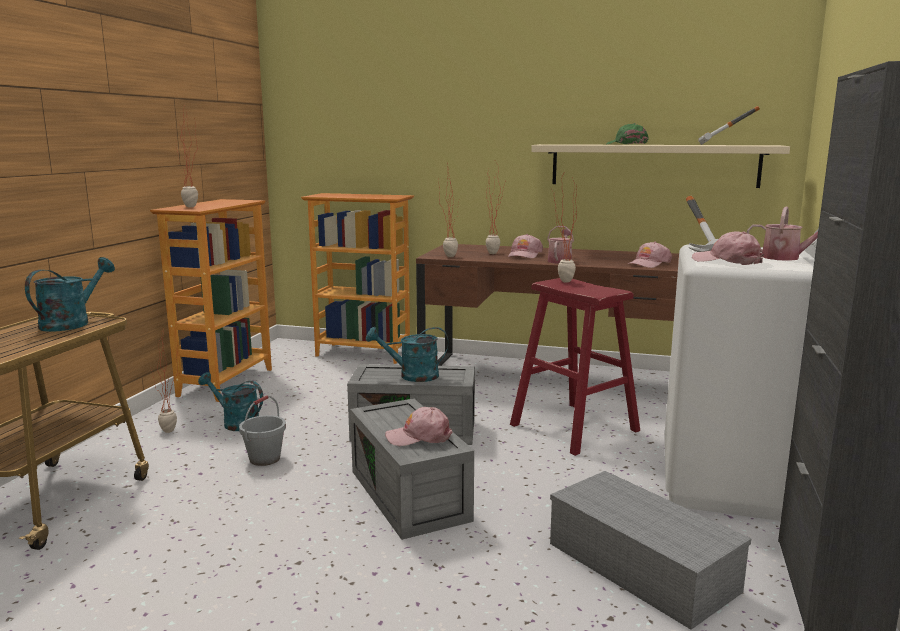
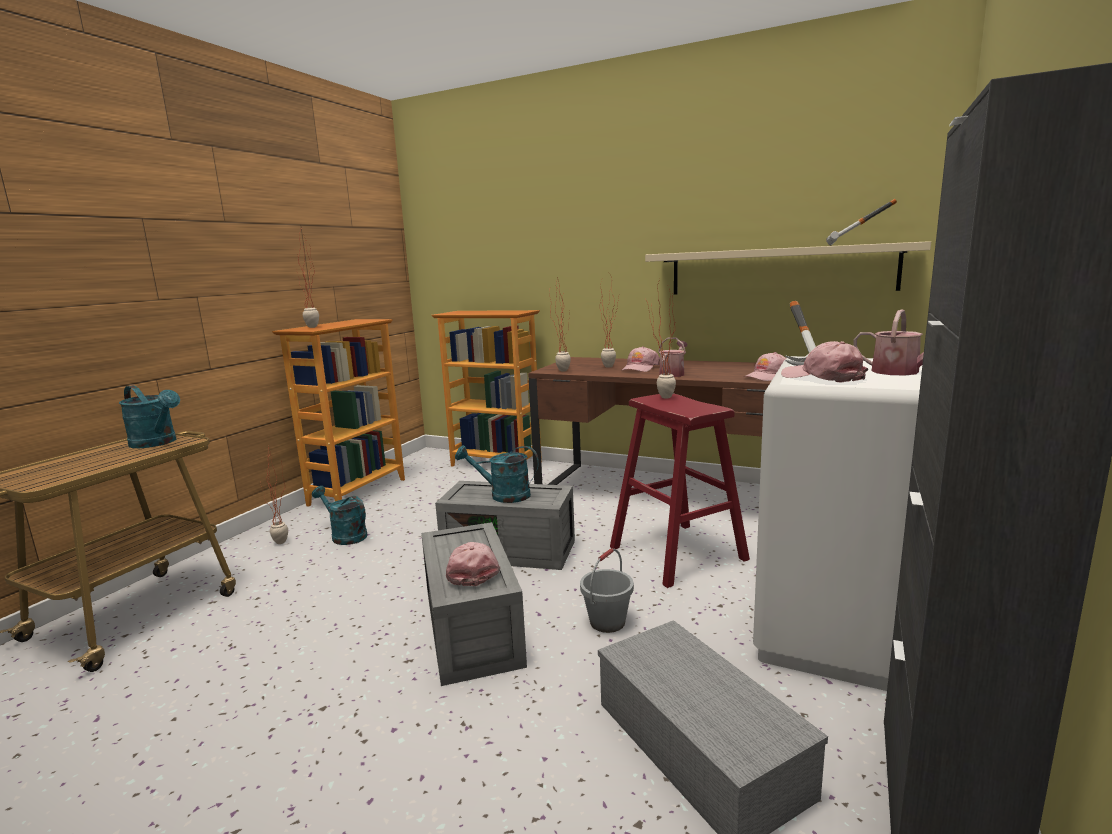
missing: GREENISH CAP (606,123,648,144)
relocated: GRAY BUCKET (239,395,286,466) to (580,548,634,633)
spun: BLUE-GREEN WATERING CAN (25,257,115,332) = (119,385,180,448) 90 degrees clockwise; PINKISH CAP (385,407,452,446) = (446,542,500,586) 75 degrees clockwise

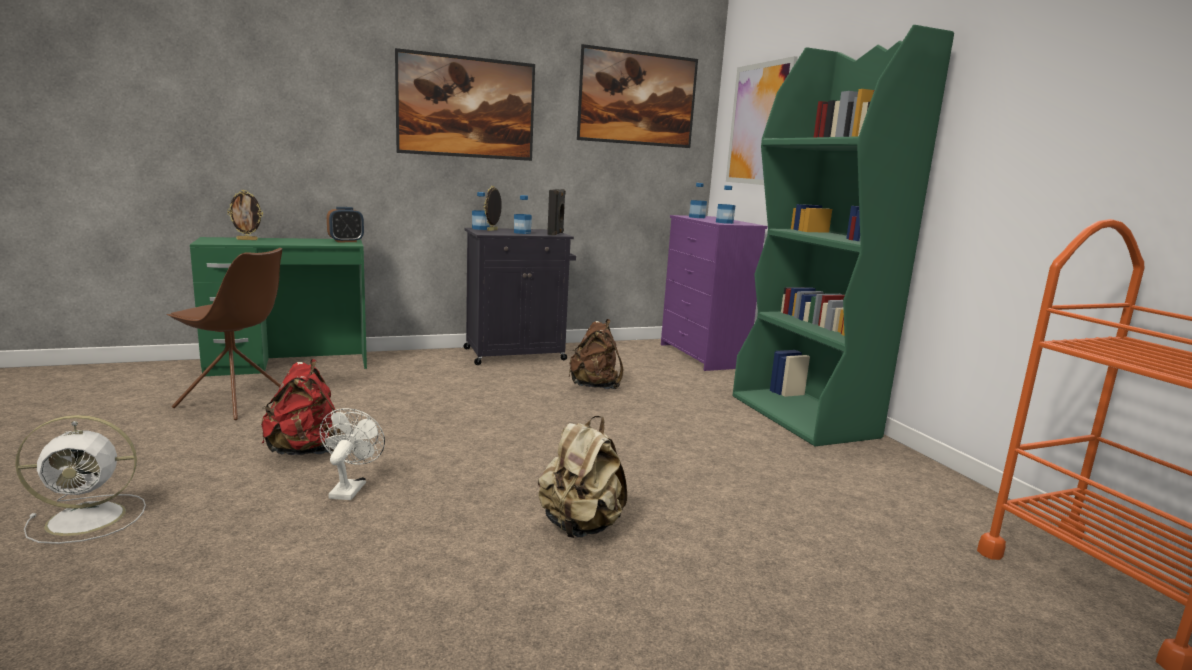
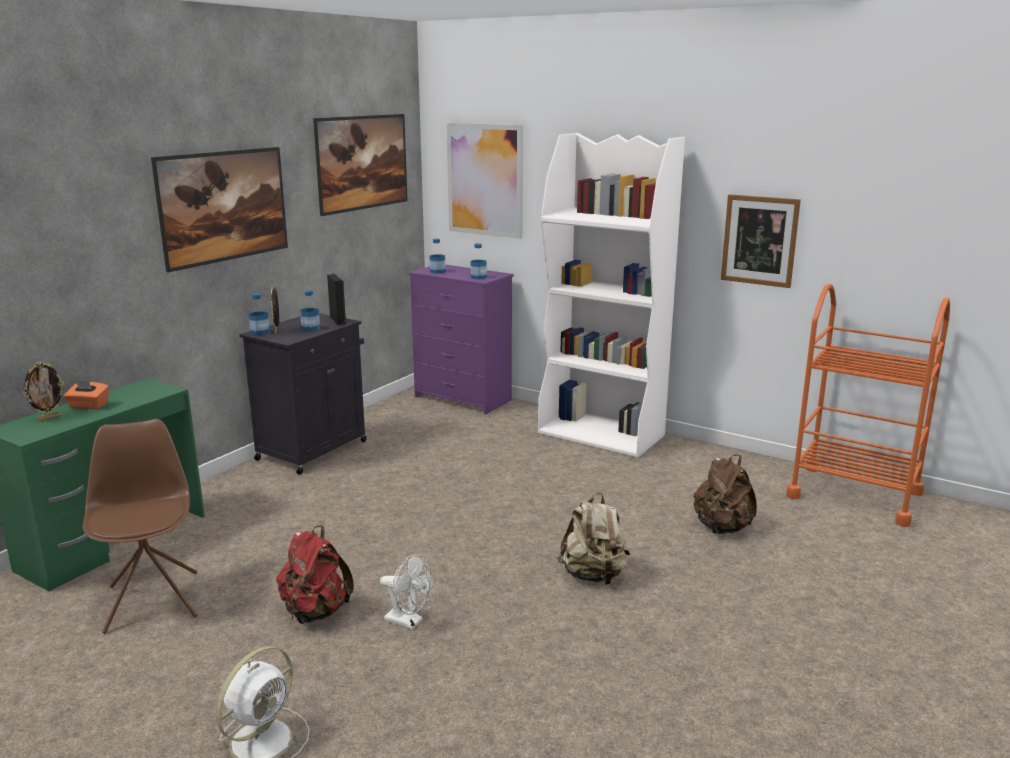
missing: TABLE CLOCK (327,207,364,242)
appeared: ORANGE BOX OF TISSUES (64,380,109,409); WALL ART (721,194,801,288)
relocated: BROWN RUCKSACK (568,319,623,389) to (694,455,757,534)
colour: GREENISH BOOKCASE (733,25,954,446) to WHITE BOOKCASE (538,133,685,458)
spun: BROWN UPRIGHT CHAIR (166,248,282,420) = (83,419,197,634) 90 degrees counterclockwise; WHITE ELECTRIC FAN (320,408,385,500) = (380,554,433,629) 150 degrees clockwise

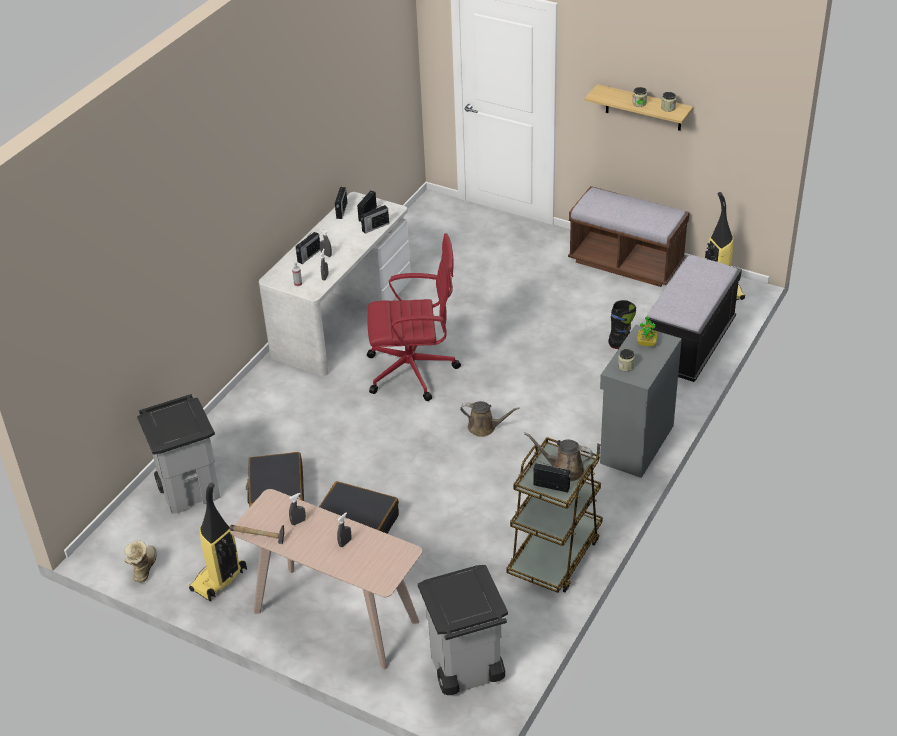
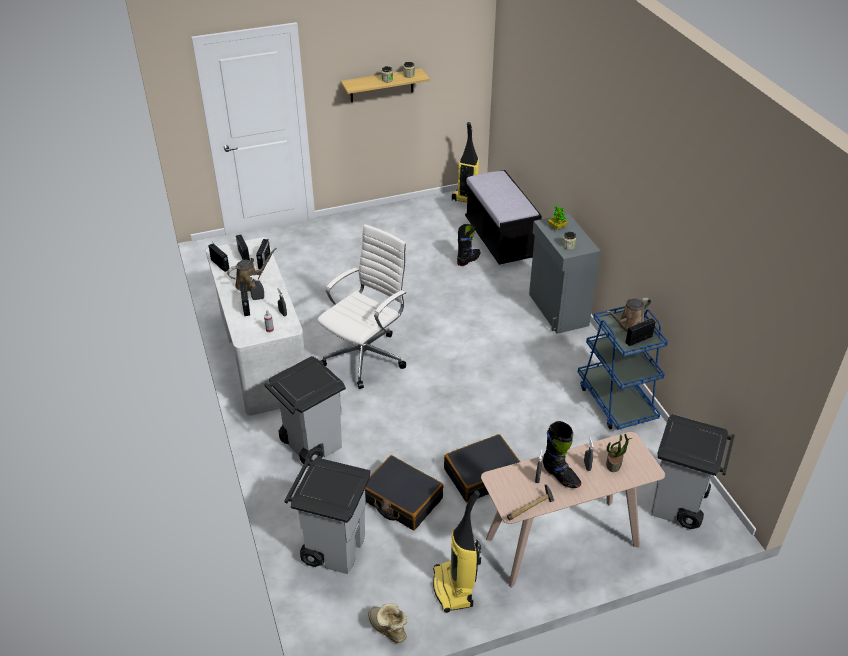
missing: BROWN LONG SEAT (568,186,690,287)
appeared: GRAY RUBBISH BIN (264,356,346,464); BLACK-COLOURED HIGH-TOP BOOT (543,421,581,488); POTTED PLANT (606,434,632,472)
relocated: BROWN WATERING CAN (460,401,520,437) to (227,248,277,291)
colour: REDDISH DESK CHAIR (367,233,461,401) to WHITE DESK CHAIR (317,224,407,389); BROWN TROLLEY (506,437,603,593) to BLUE-COLOURED TROLLEY (578,306,668,430)

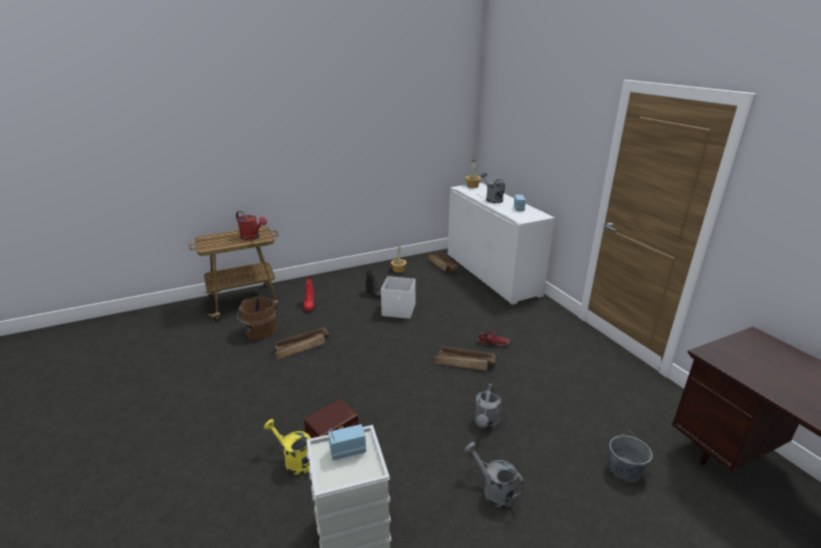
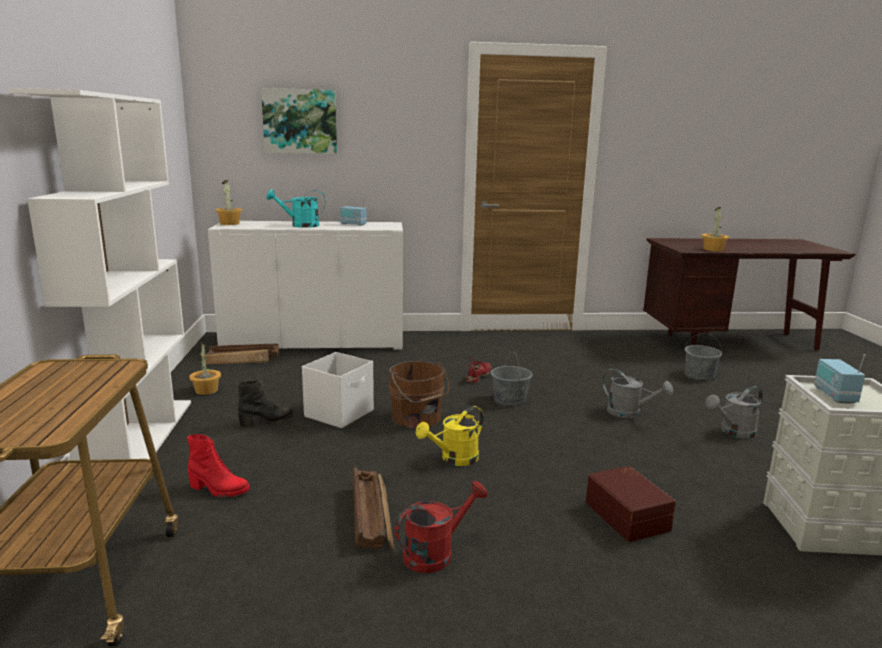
appeared: WHITE BOOKCASE (9,88,191,460); WALL ART (261,88,337,154); POTTED PLANT (701,207,729,251)
relocated: REDDISH WATERING CAN (236,211,267,241) to (394,481,487,573); BROWN BUCKET (237,297,276,340) to (389,361,449,428); YELLOW WATERING CAN (264,419,311,475) to (416,406,484,466)
exchanged: PACKING CRATE (434,347,496,371) to GRAY BUCKET (491,352,532,405)
colour: GRAY WATERING CAN (481,172,505,203) to BLUE-GREEN WATERING CAN (266,189,326,228)

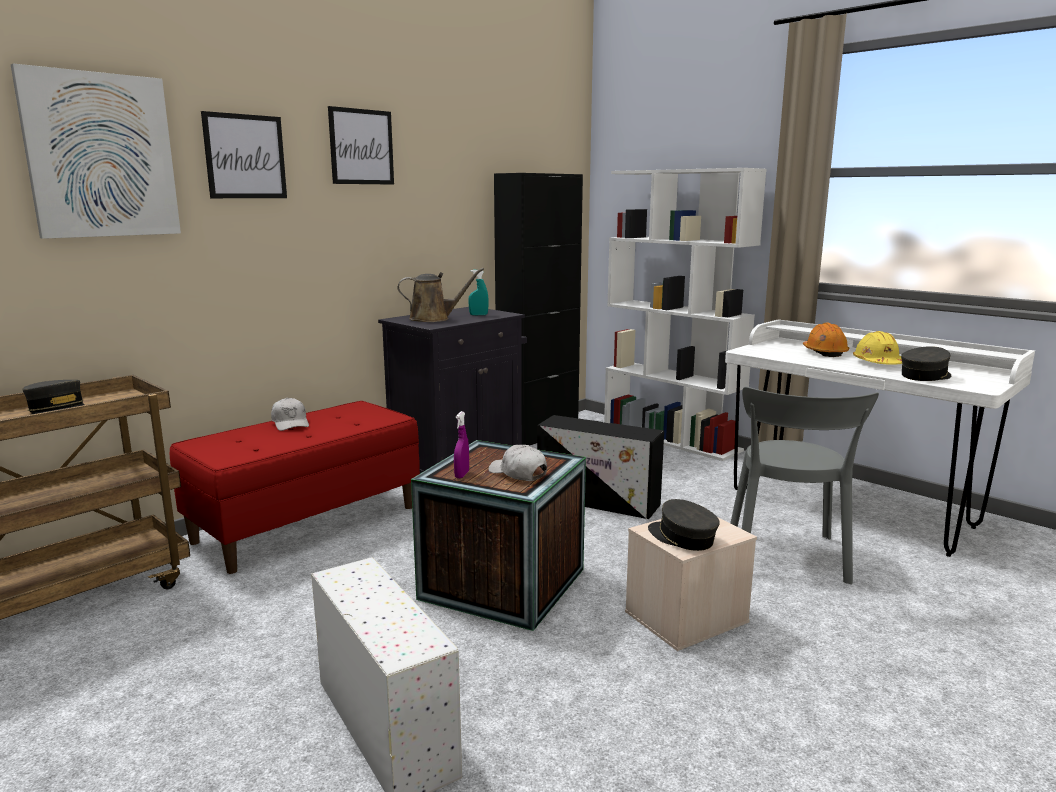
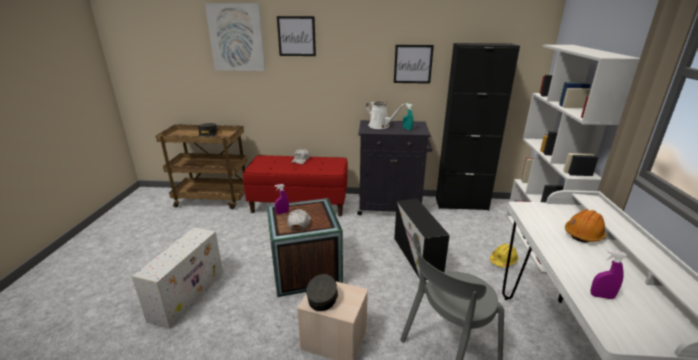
relocated: WALL ART (328,106,394,185) to (394,45,434,84); YELLOW HARD HAT (853,331,902,365) to (490,243,518,267)
exchanged: GRAY CAP (901,346,951,381) to PURPLE-COLOURED SPRAYER (590,250,627,299)
colour: BROWN WATERING CAN (398,268,484,322) to WHITE WATERING CAN (366,102,405,129)

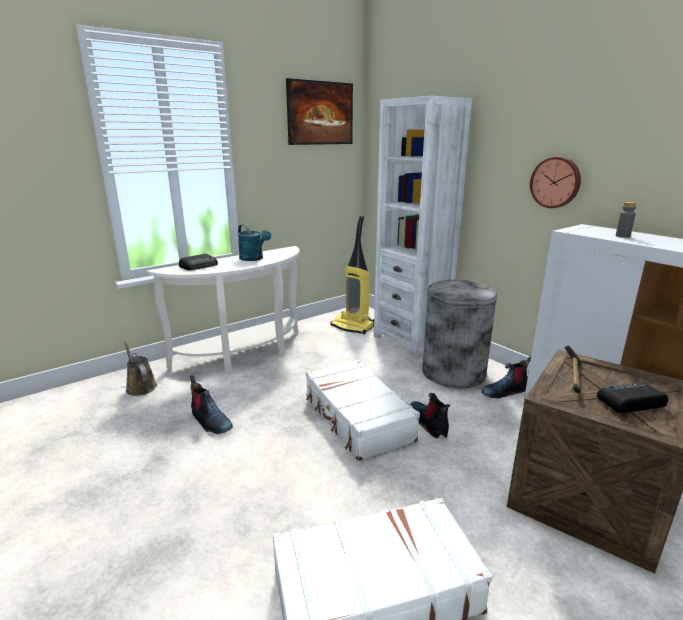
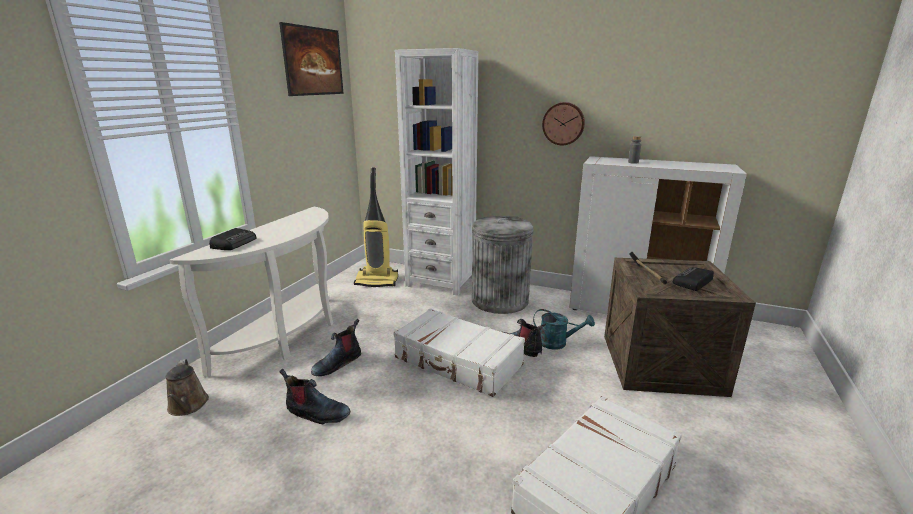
relocated: BLUE-GREEN WATERING CAN (238,225,271,261) to (533,309,595,350); HIGH-TOP BOOT (482,356,531,398) to (311,319,361,376)
spun: BROWN WATERING CAN (124,340,157,396) = (166,359,209,416) 135 degrees counterclockwise

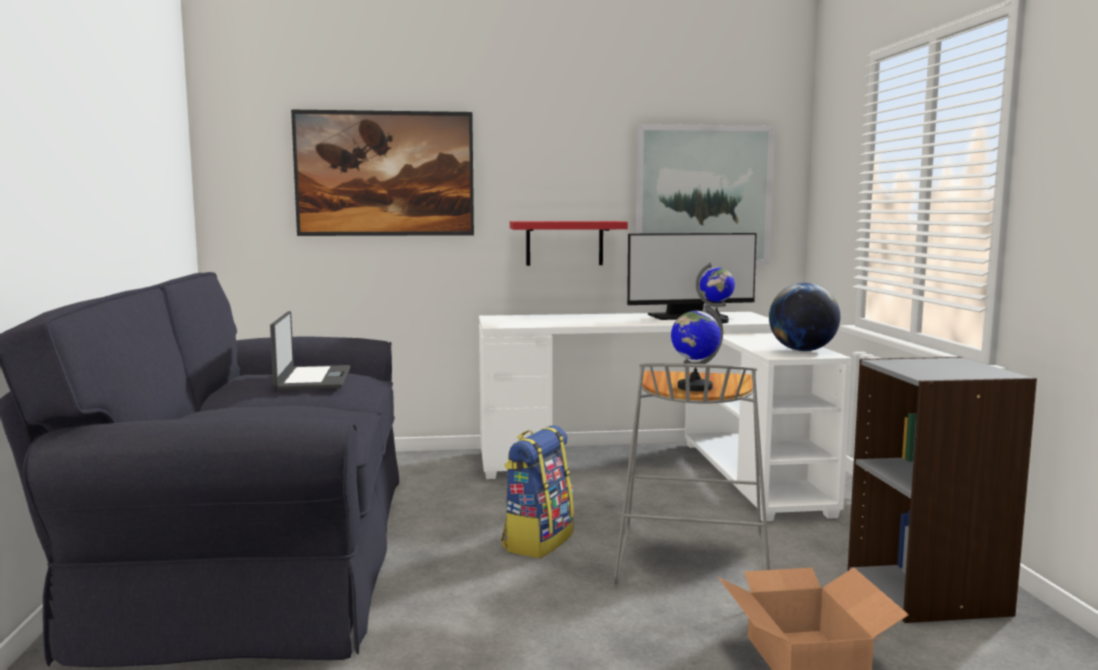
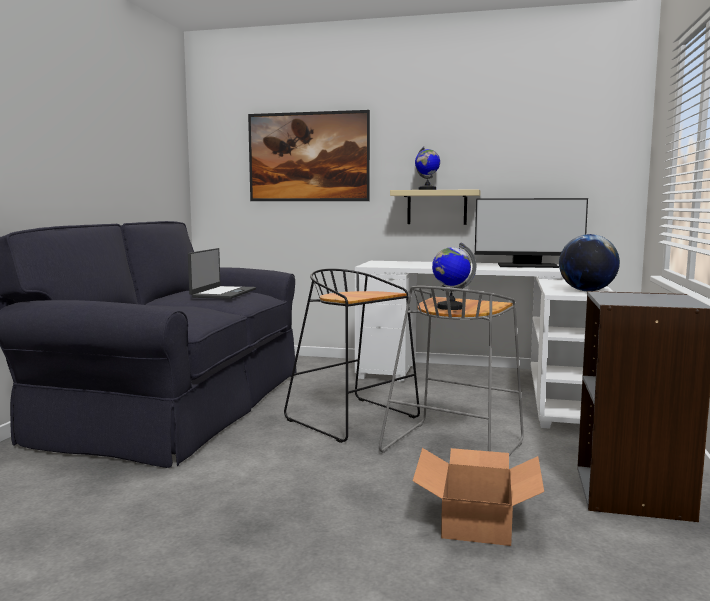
missing: WALL ART (635,124,775,266)
relocated: WORLD GLOBE (696,263,735,323) to (415,147,440,190)
exchanged: RUCKSACK (501,425,574,558) to BLACK-COLOURED STOOL SEAT (284,269,420,443)
colour: REDDISH SHELF (510,221,628,266) to SAND-COLOURED SHELF (390,190,480,225)

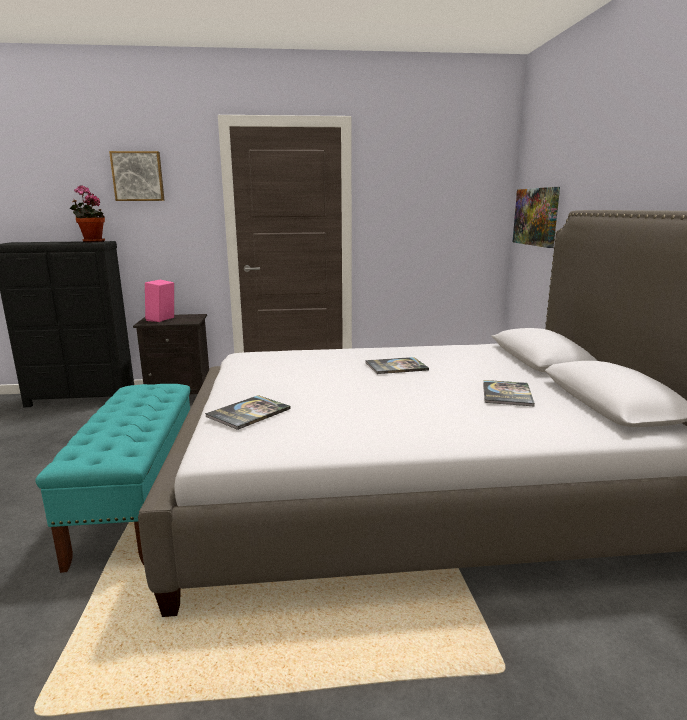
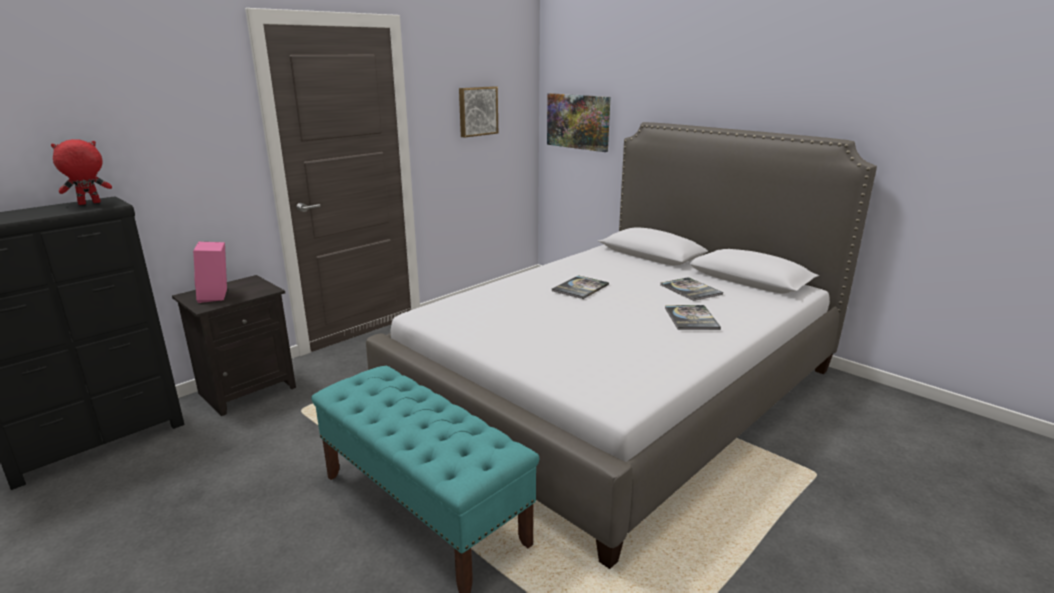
relocated: WALL ART (109,151,165,201) to (459,86,498,138); BOOK (205,395,291,430) to (665,305,721,330)
exchanged: POTTED PLANT (69,185,105,242) to REDDISH SOFT TOY (51,139,112,205)

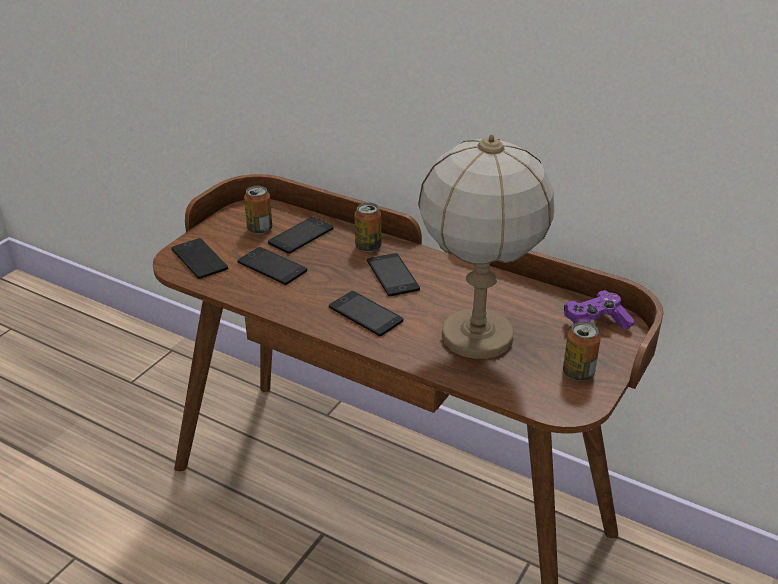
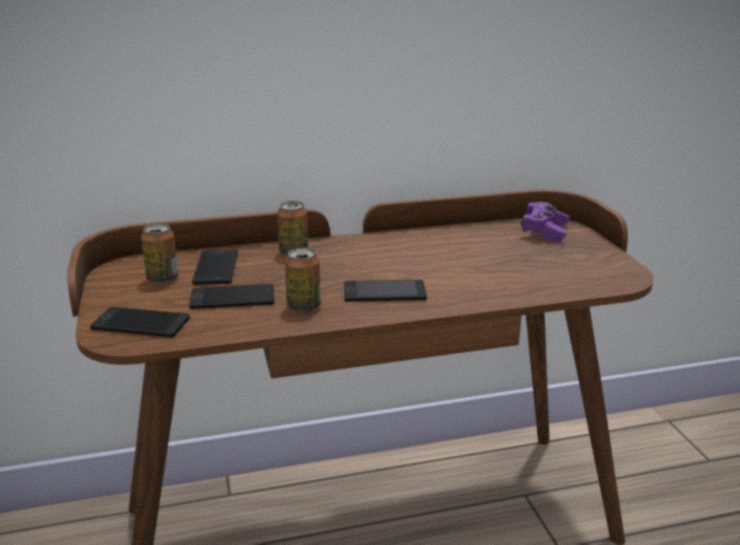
missing: HANDSET (367,253,420,296); TABLETOP LAMP (418,134,554,359)
relocated: SEALED CAN (563,322,601,381) to (285,247,321,312)

